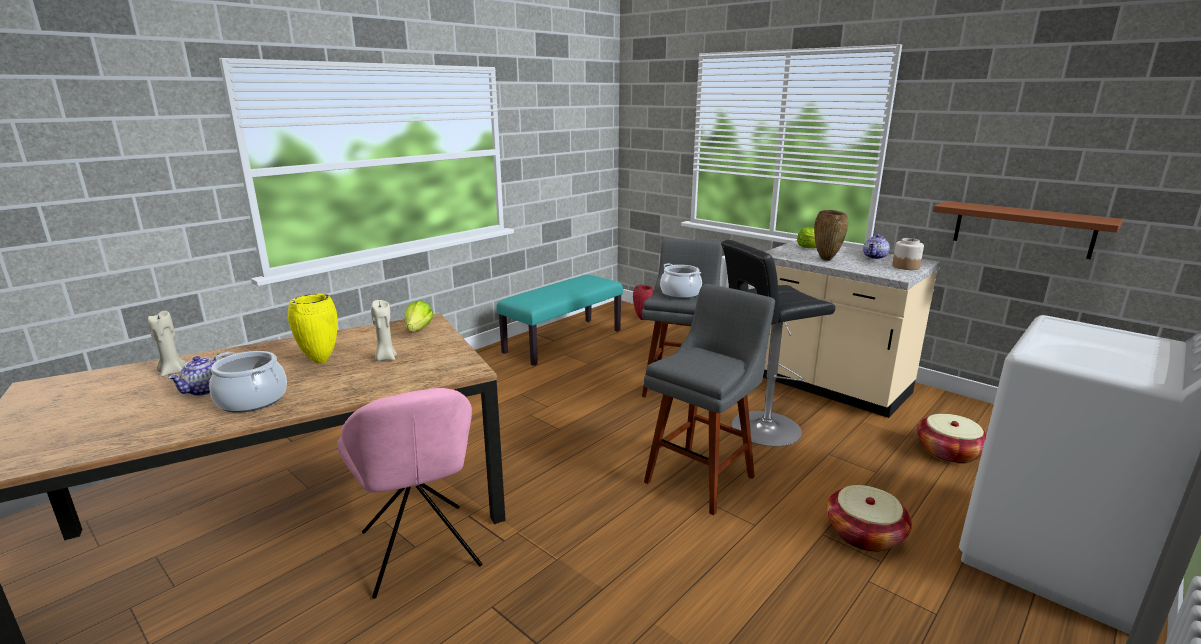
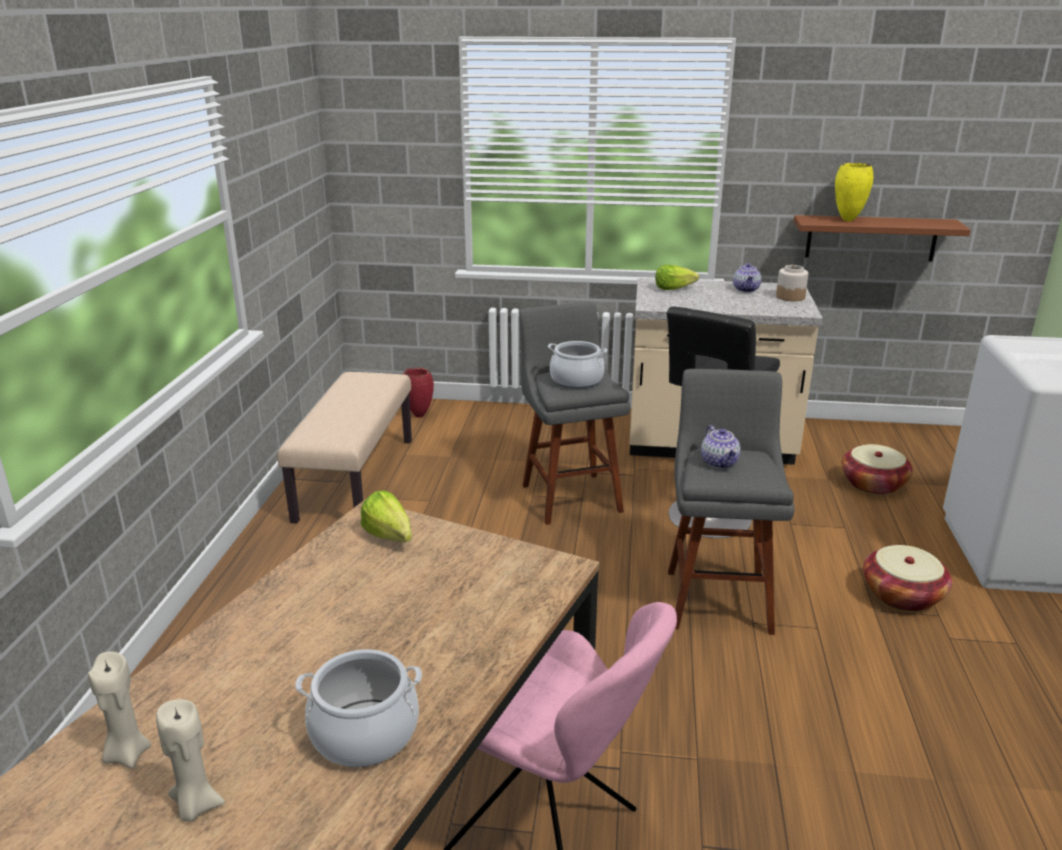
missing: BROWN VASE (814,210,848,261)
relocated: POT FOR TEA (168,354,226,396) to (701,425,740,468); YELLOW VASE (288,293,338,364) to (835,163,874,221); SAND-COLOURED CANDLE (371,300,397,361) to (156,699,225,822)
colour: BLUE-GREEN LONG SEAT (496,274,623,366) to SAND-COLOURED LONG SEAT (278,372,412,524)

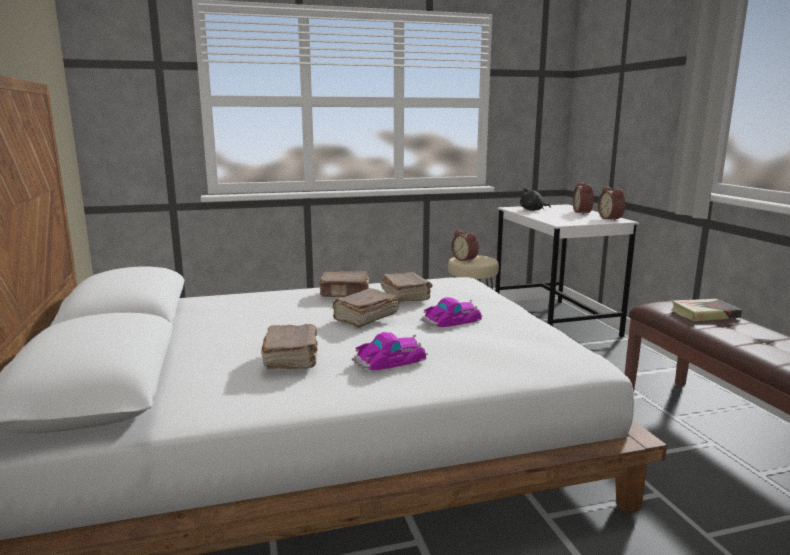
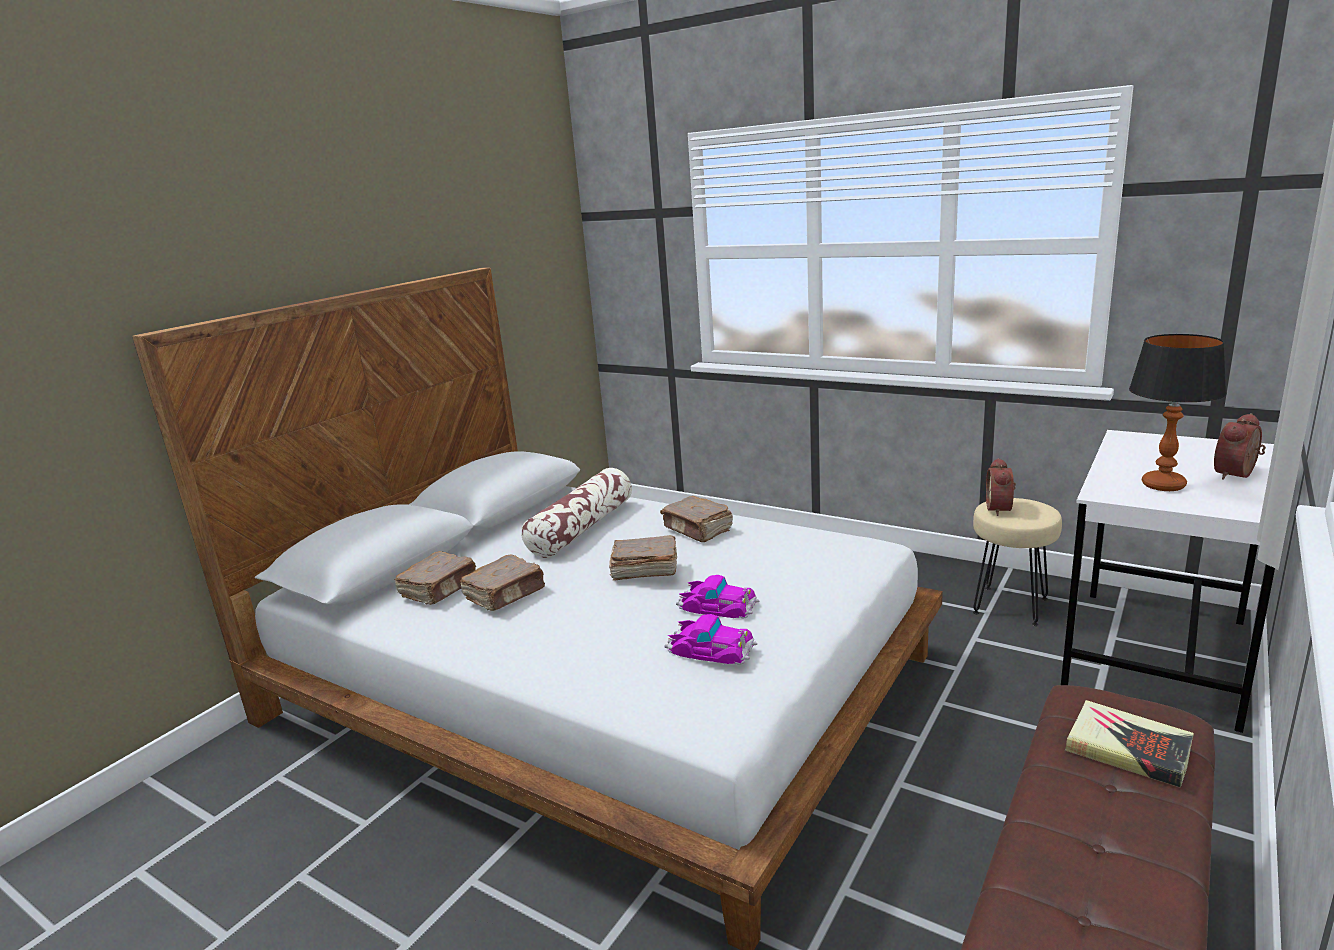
missing: BLACK-COLOURED SOFT TOY (520,188,551,211); TABLE CLOCK (598,186,626,221)
appeared: THROW PILLOW (521,468,632,558); TABLETOP LAMP (1129,334,1226,491)
relocated: MINIATURE CAR (352,332,428,371) to (665,614,757,664); BROWN BOOK (381,272,433,302) to (395,551,477,605)

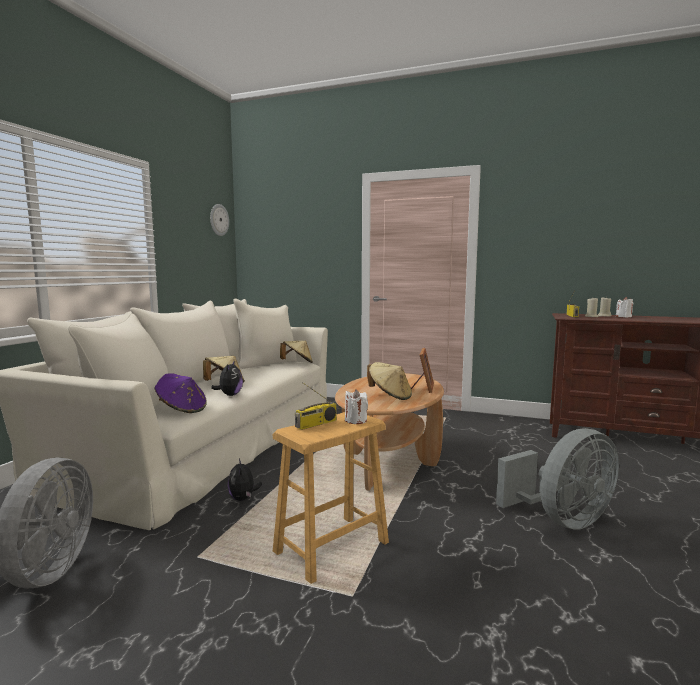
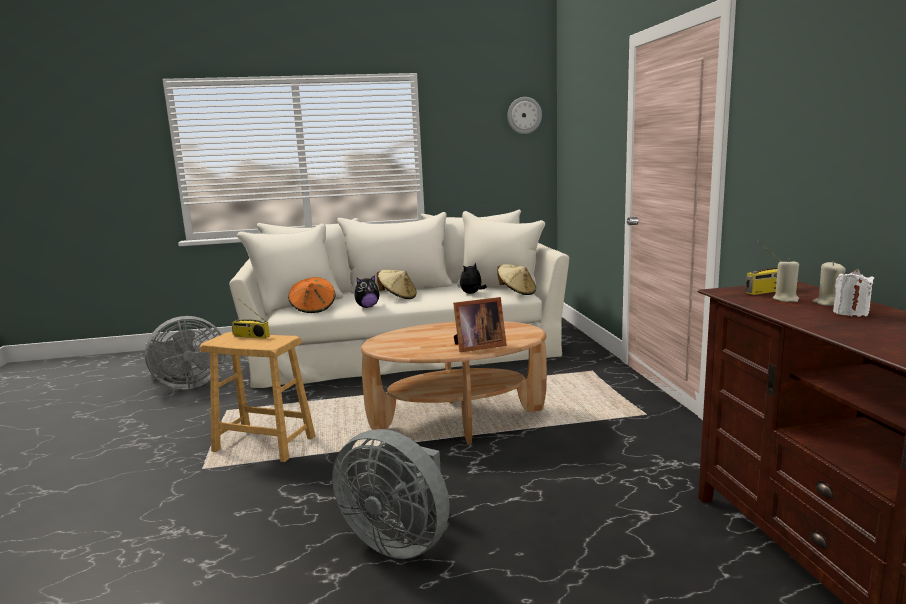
missing: WHITE CANDLE (345,389,368,424); SAND-COLOURED CLOTHING HAT (367,362,412,400)
relocated: SOFT TOY (228,458,262,501) to (460,262,487,294)
colour: PURPLE-COLOURED CLOTHING HAT (154,373,207,413) to ORANGE CLOTHING HAT (288,277,335,313)

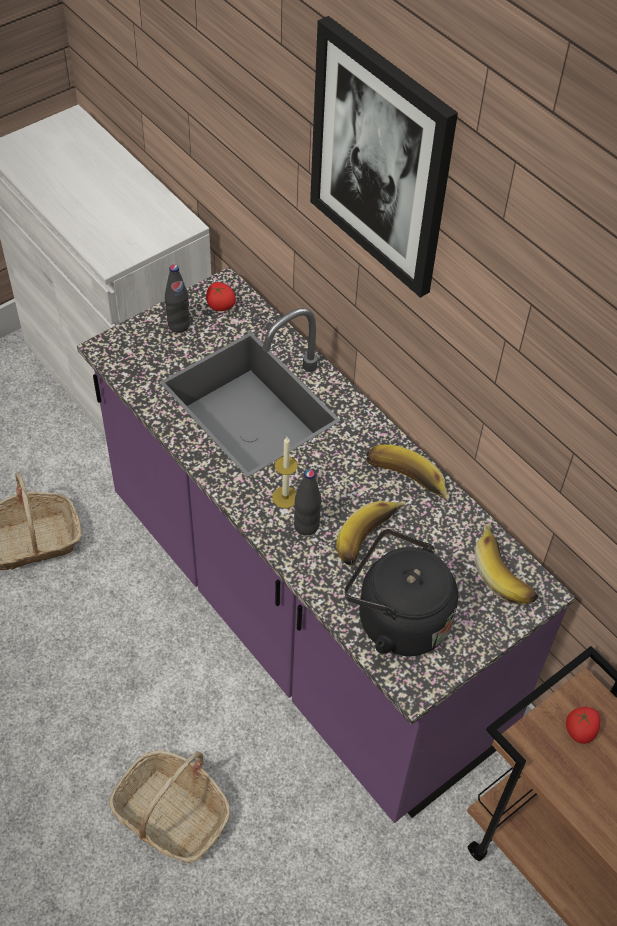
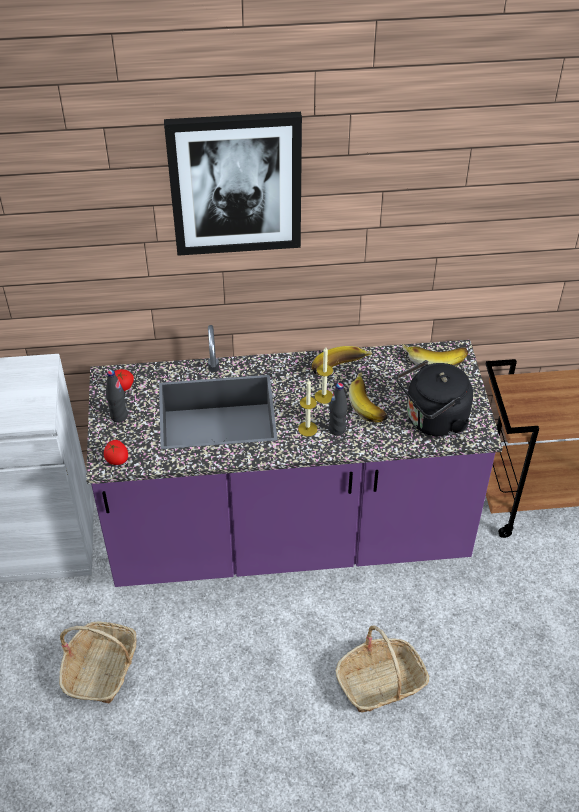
appeared: CANDLE (315,347,333,404)
relocated: TOMATO (566,707,600,744) to (104,440,128,465)

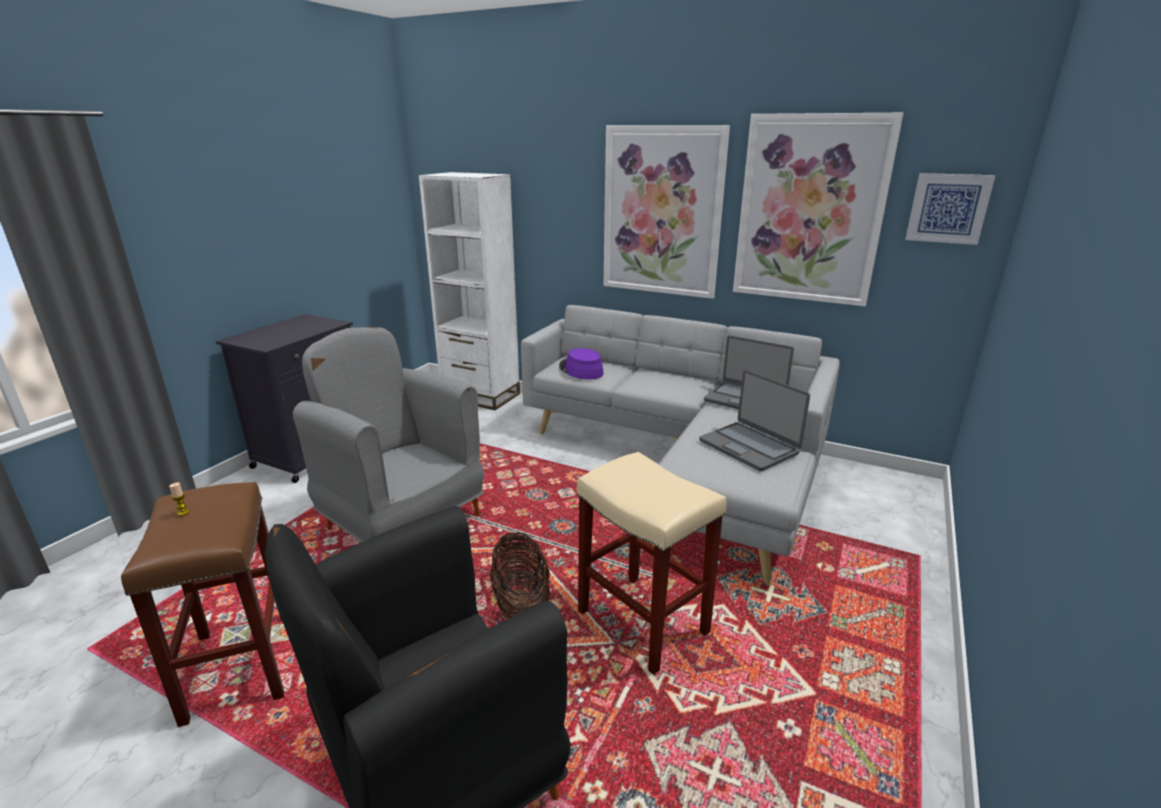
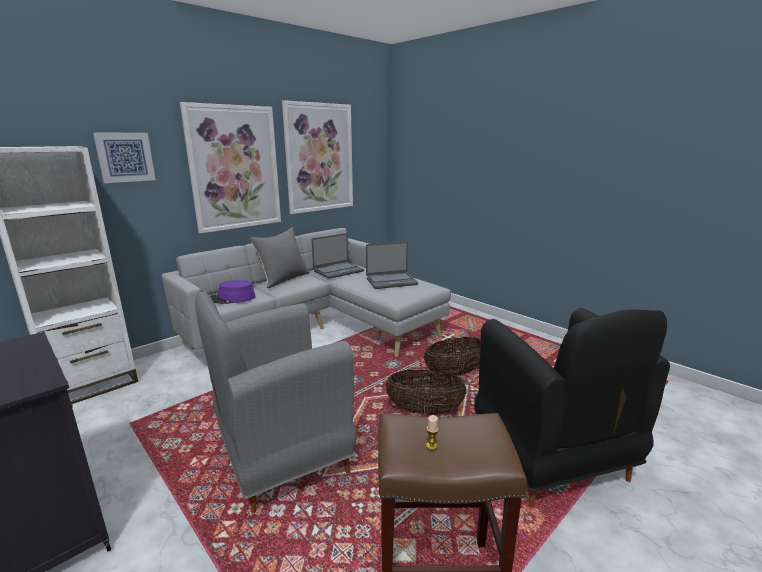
appeared: GRAY THROW PILLOW (250,227,310,288)
relocated: WALL ART (905,173,996,245) to (93,132,156,183)
exchanged: SAND-COLOURED STOOL SEAT (577,452,727,675) to BASKET (424,337,481,376)

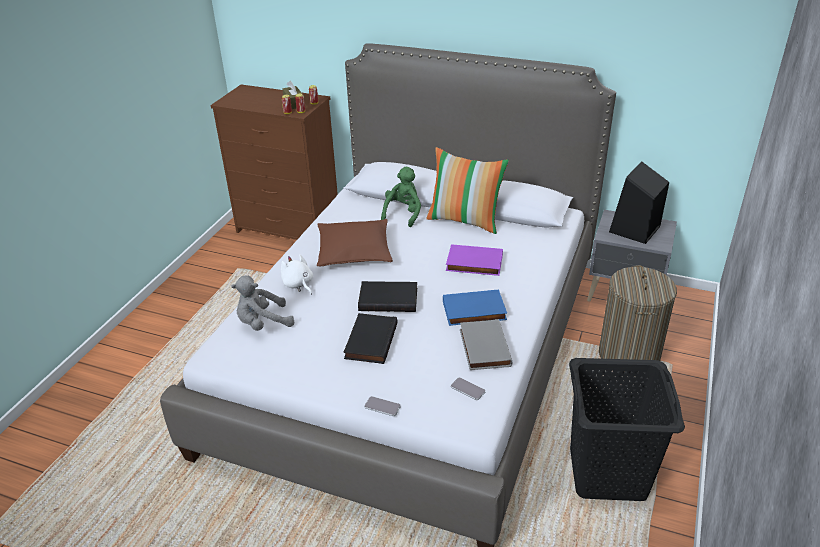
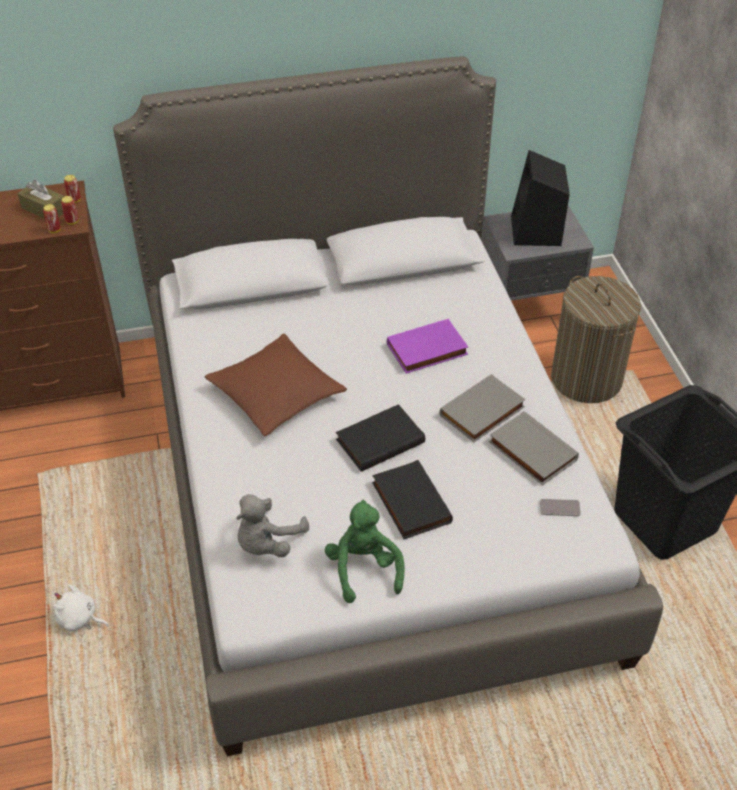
missing: HANDSET (364,396,401,416); THROW PILLOW (427,147,509,234)
relocated: WHITE SOFT TOY (281,254,313,295) to (54,584,109,631); GREENISH SOFT TOY (381,167,421,227) to (325,500,405,603)
colour: BLUE-COLOURED BOOK (443,290,507,326) to GRAY BOOK (440,374,526,442)

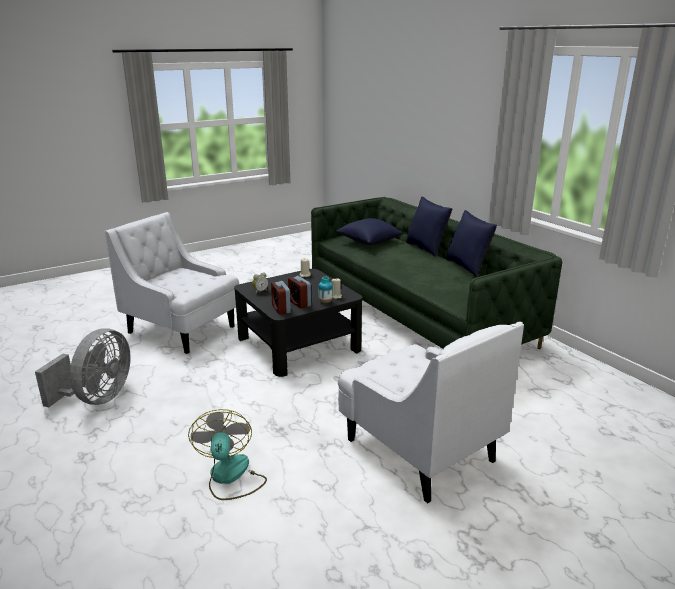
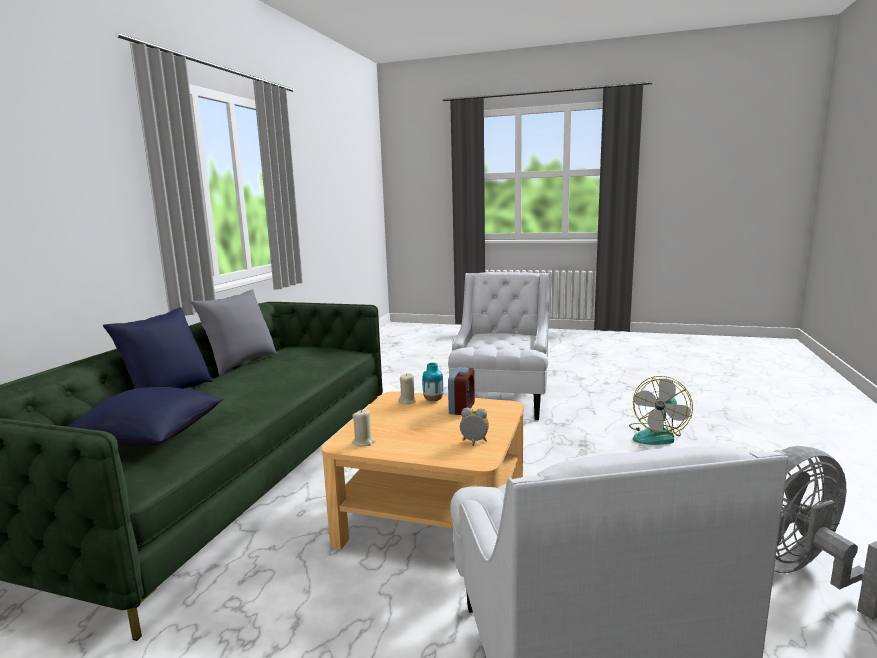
missing: TABLE CLOCK (271,281,291,315)
colour: BLACK-COLOURED COFFEE TABLE (234,269,362,377) to SAND-COLOURED COFFEE TABLE (322,391,524,550); BLUE-COLOURED THROW PILLOW (446,210,497,277) to GRAY THROW PILLOW (191,289,277,375)

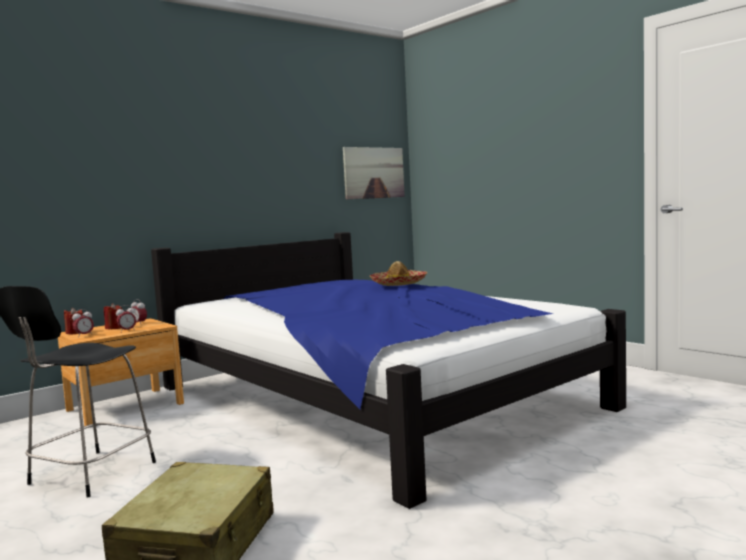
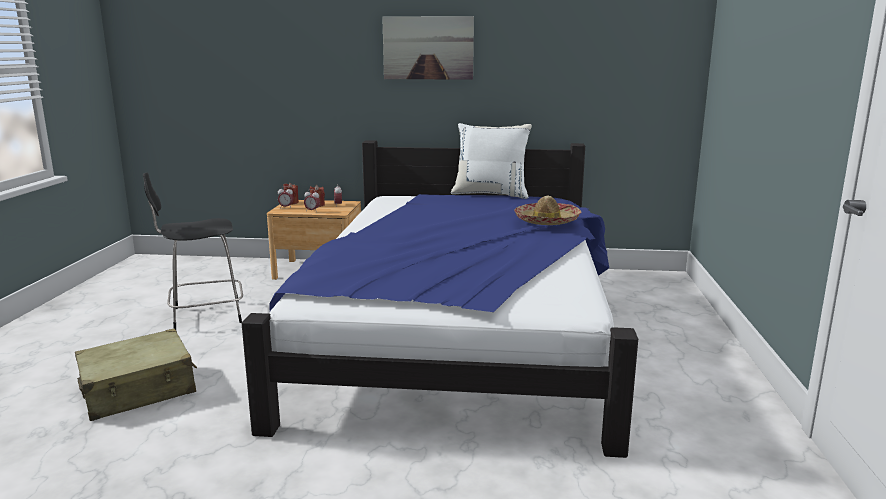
appeared: WHITE THROW PILLOW (451,123,532,199)
relocated: WALL ART (343,147,405,199) to (382,16,474,80)

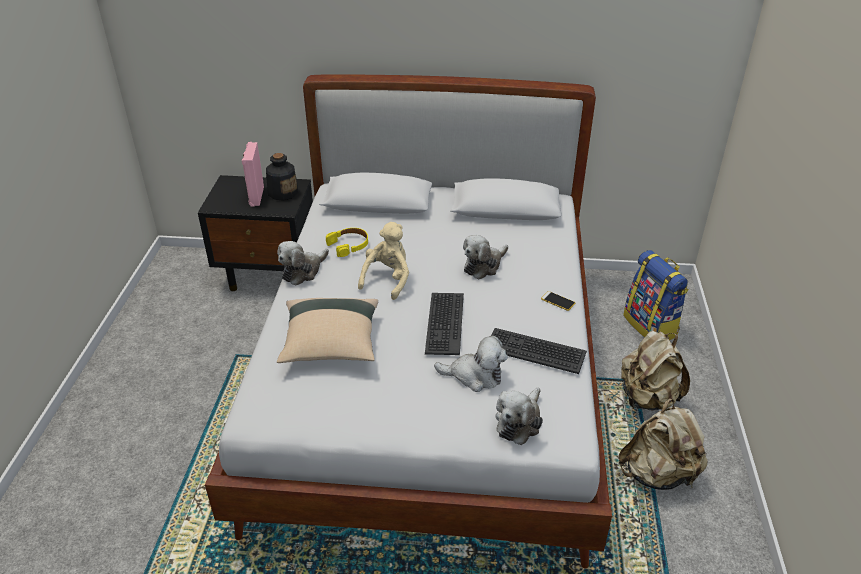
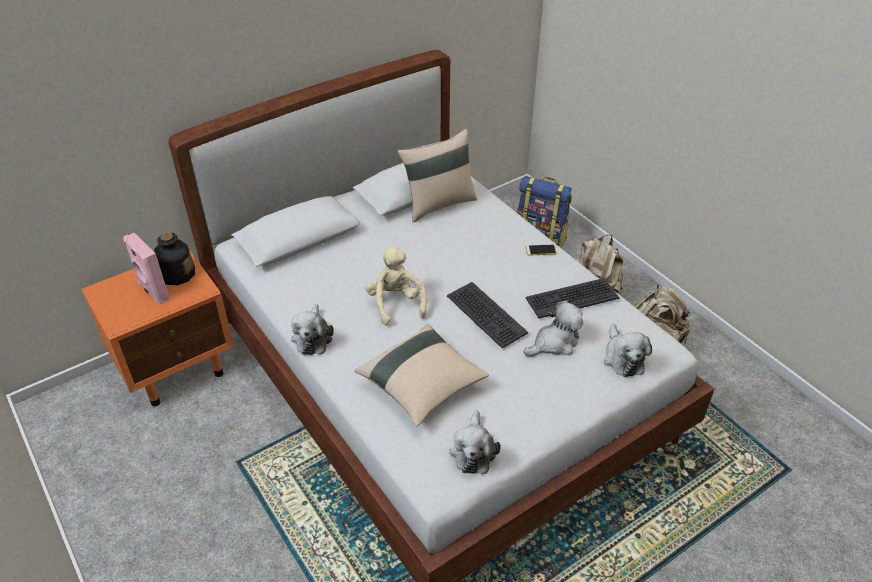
missing: YELLOW HEADSET (326,228,368,257)
appeared: SAND-COLOURED THROW PILLOW (398,129,477,222)
relocated: SOFT TOY (463,235,508,279) to (449,410,500,474)
colour: BLACK-COLOURED NIGHTSTAND (198,175,313,291) to ORANGE NIGHTSTAND (81,249,234,407)

